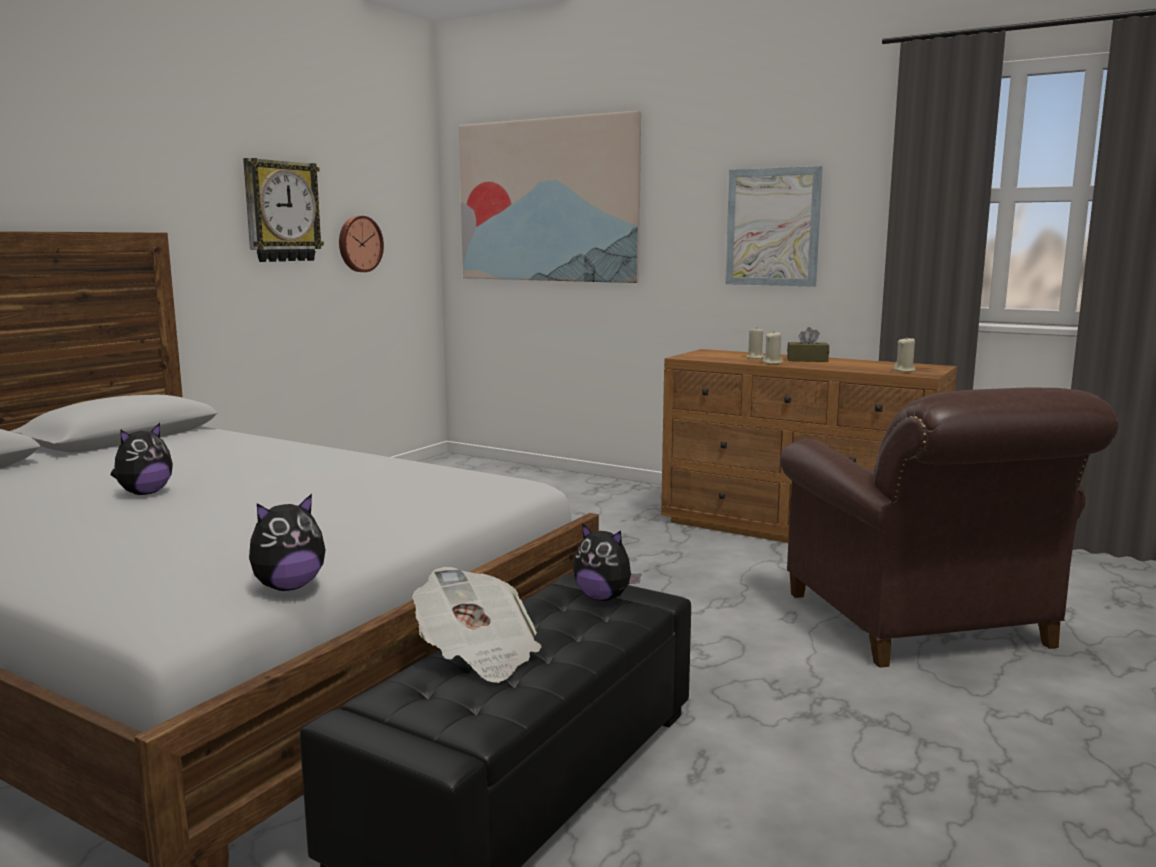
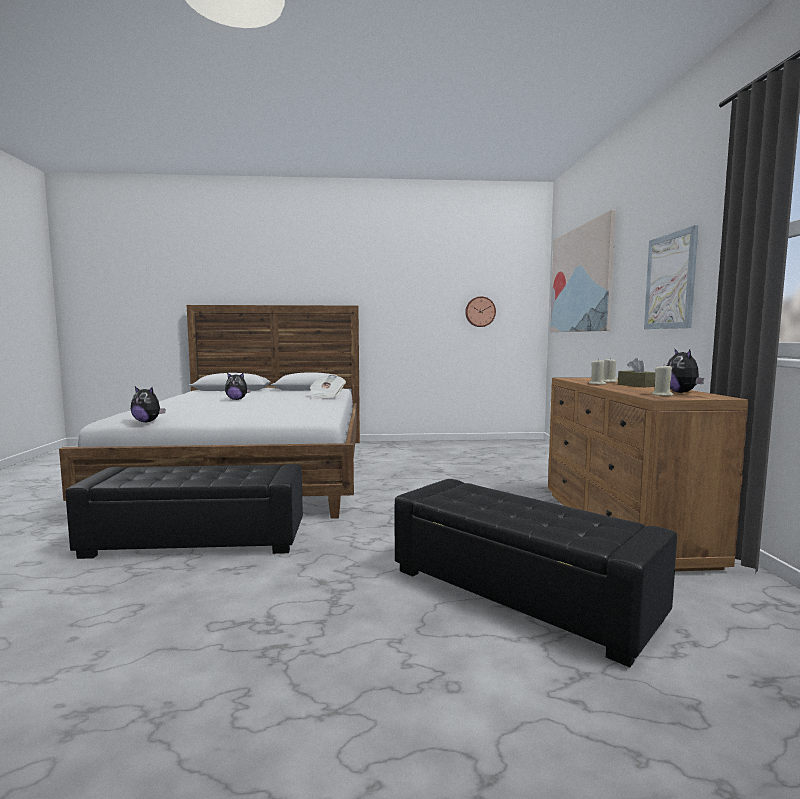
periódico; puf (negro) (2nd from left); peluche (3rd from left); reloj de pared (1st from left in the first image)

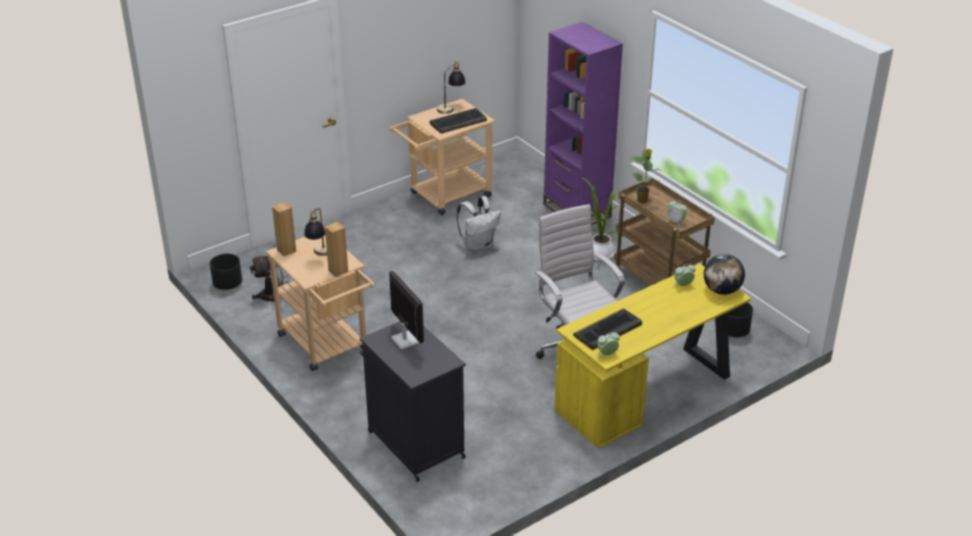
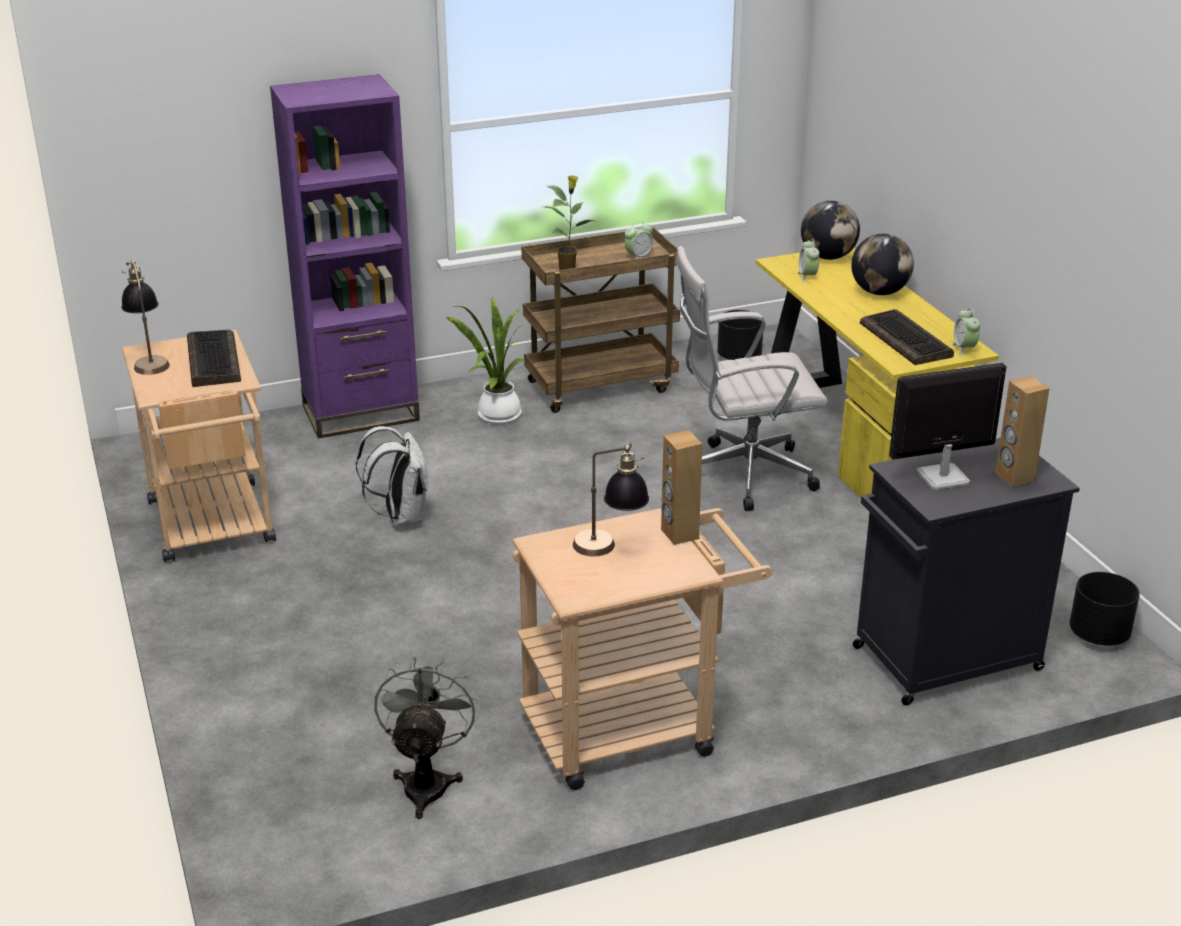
globo terráqueo (2nd from left); altavoz (marrón) (2nd from left); maceta (negro) (2nd from left)

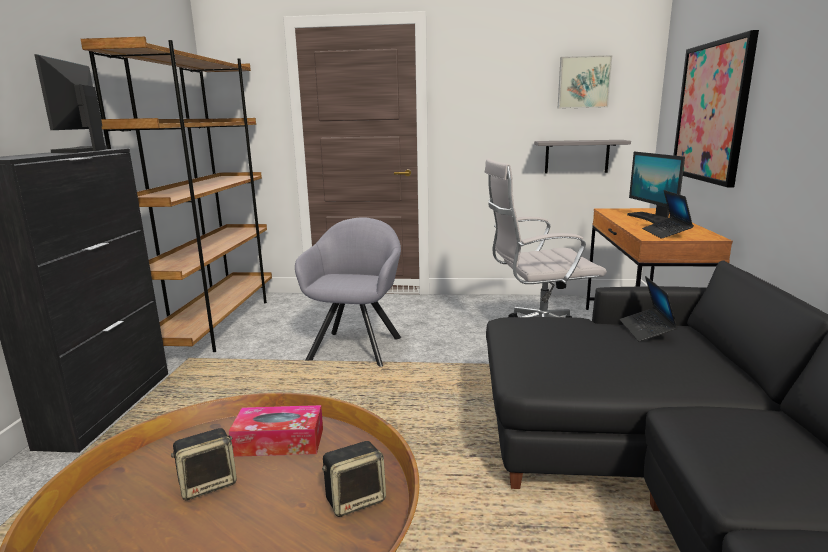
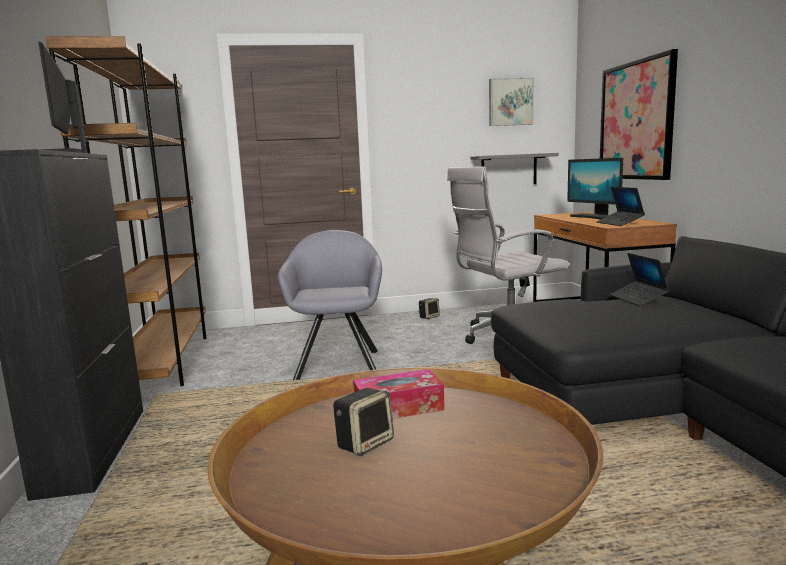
altavoz (2nd from left)

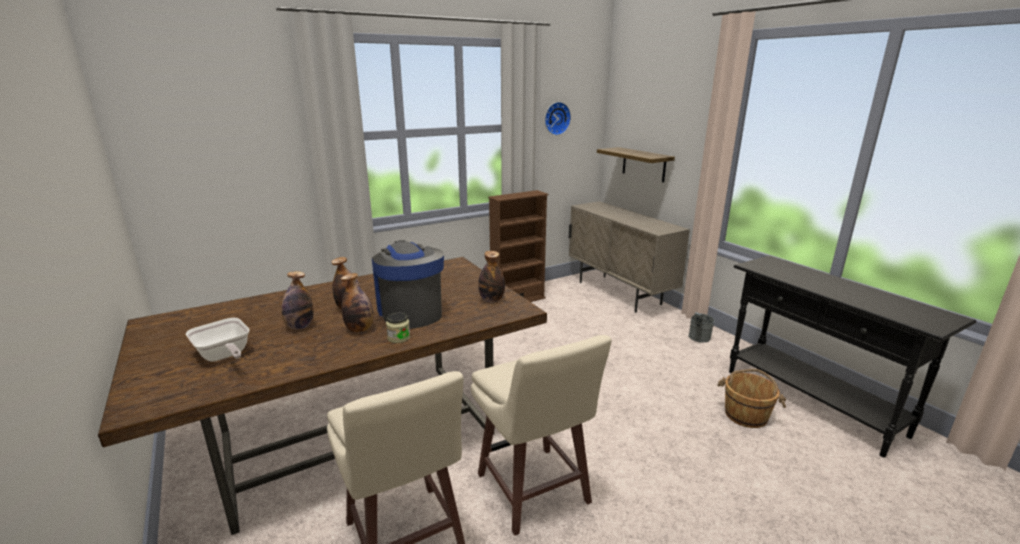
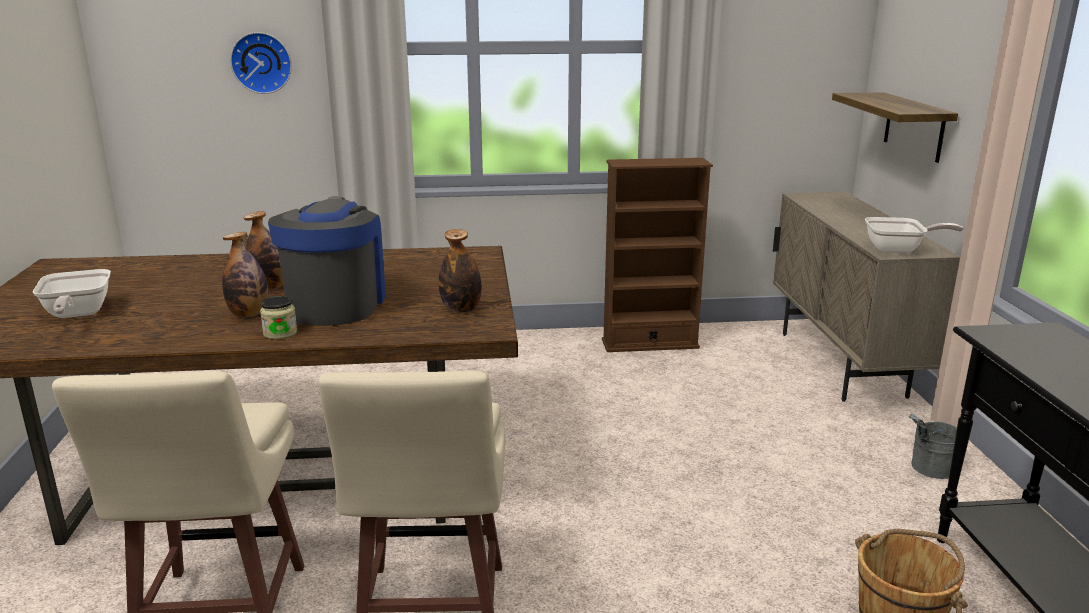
reloj de pared; sartén (2nd from left); botella (1st from left in the first image)

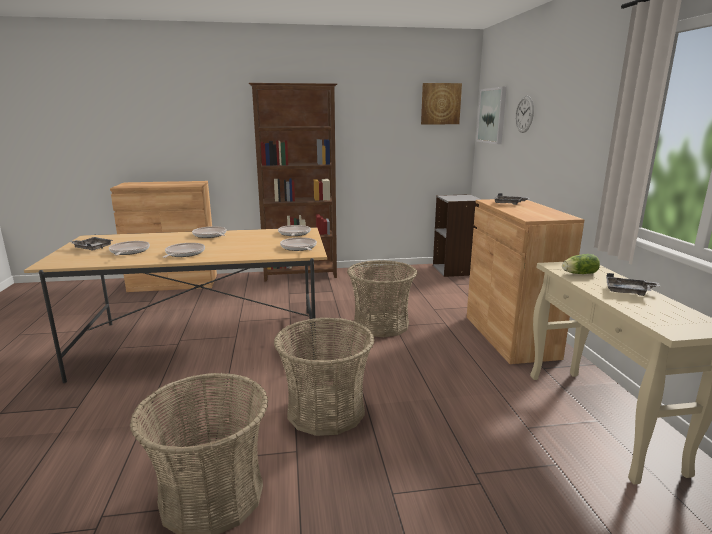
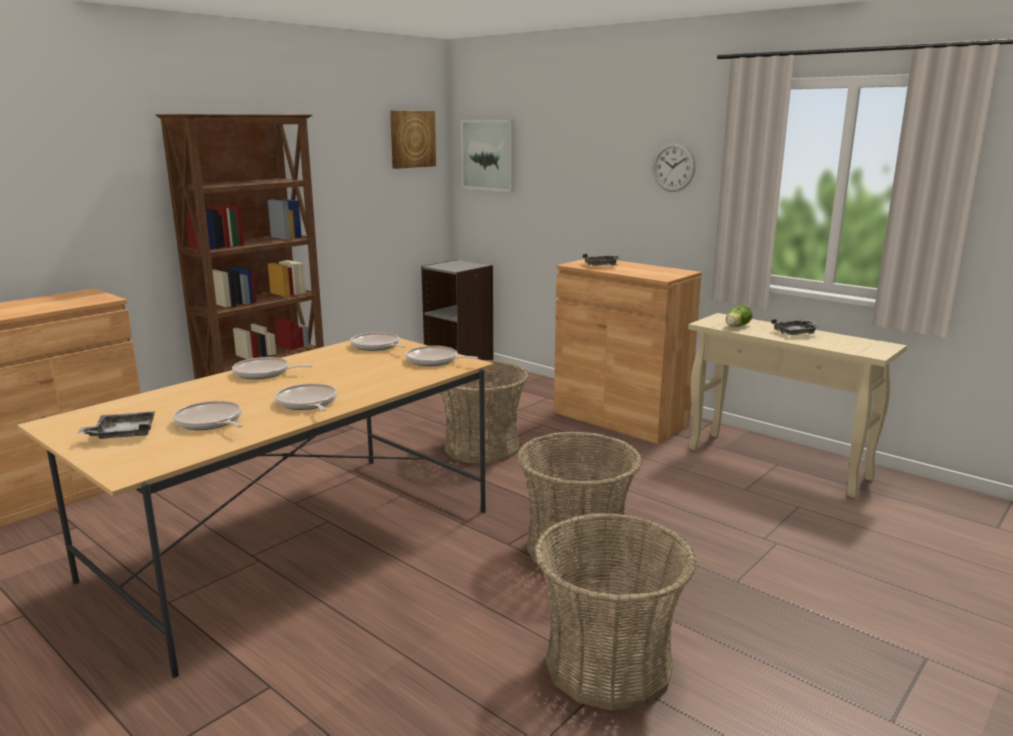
reloj de pared

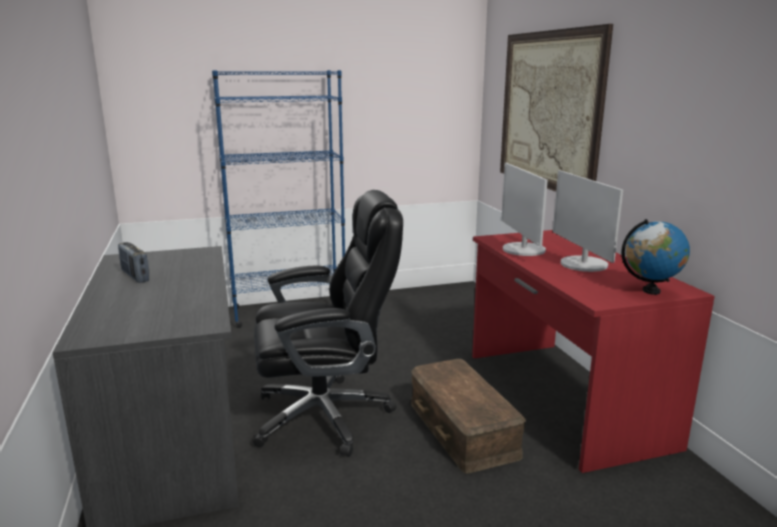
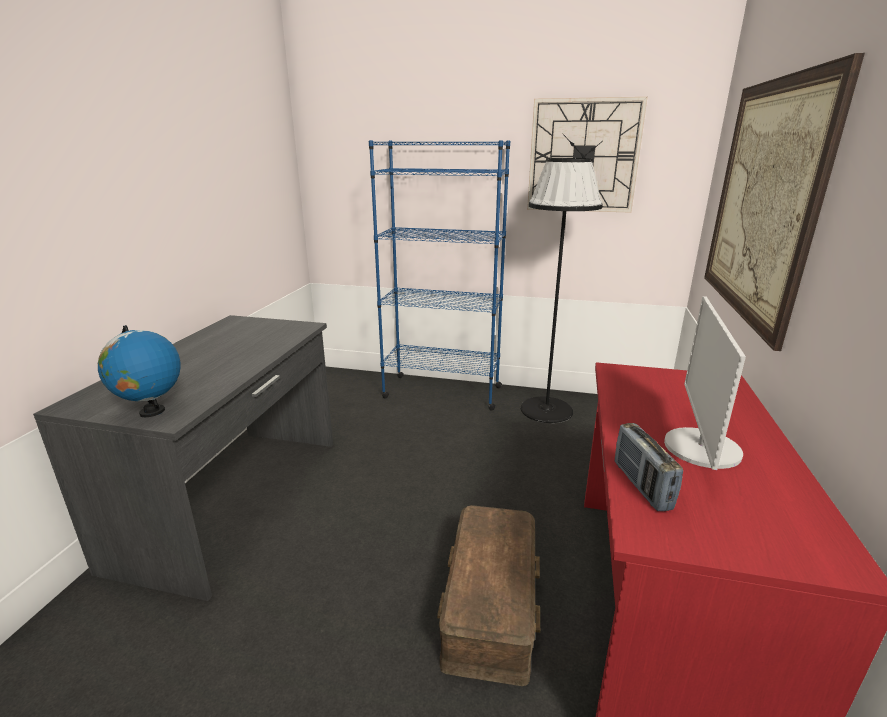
globo terráqueo; lámpara de pie (negro); reloj de pared; radio; silla de oficina (negro); monitor (1st from left in the first image)

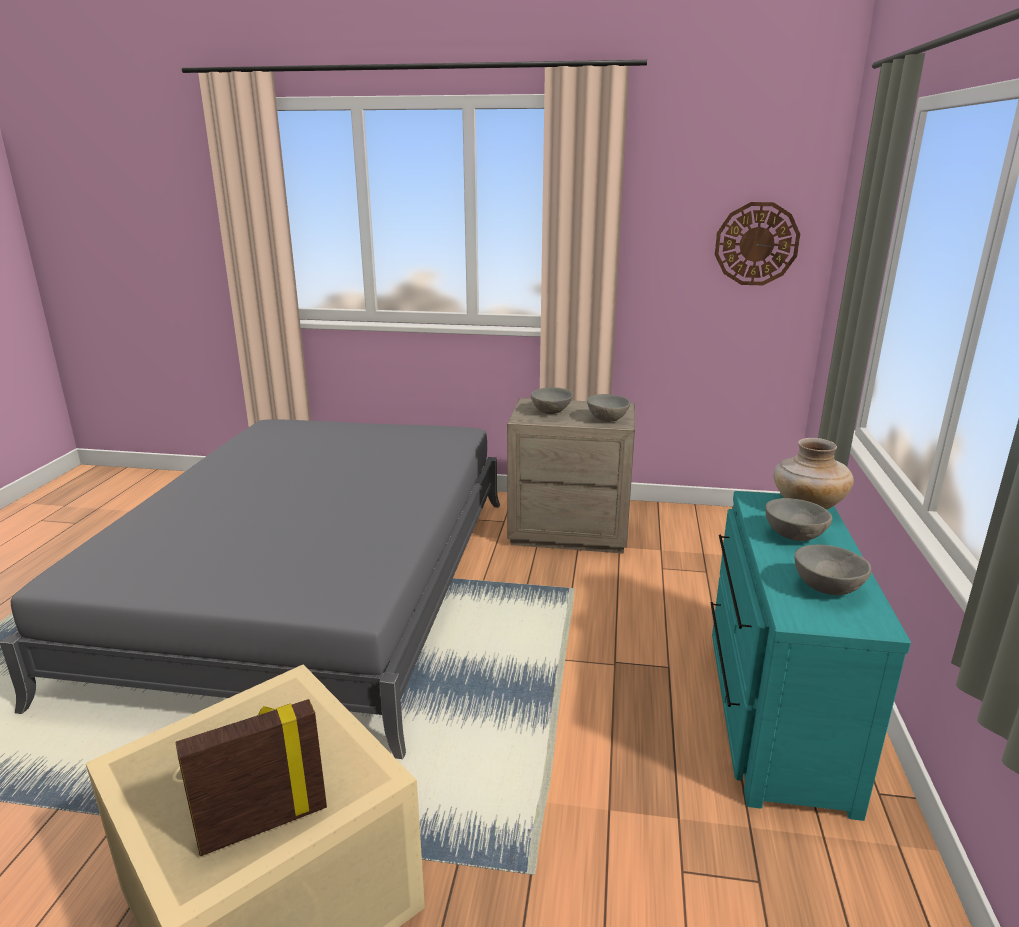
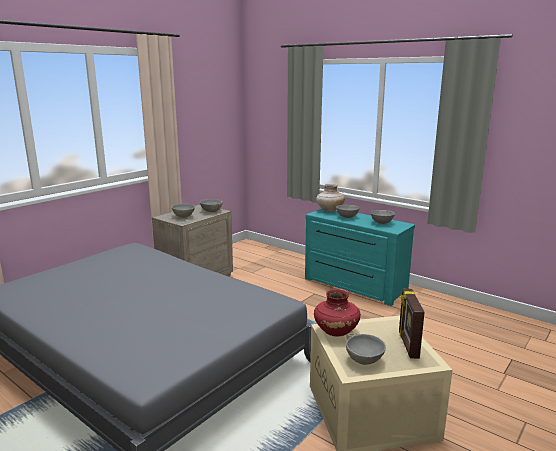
florero (rojo); cuenco (gris) (4th from left); reloj de pared

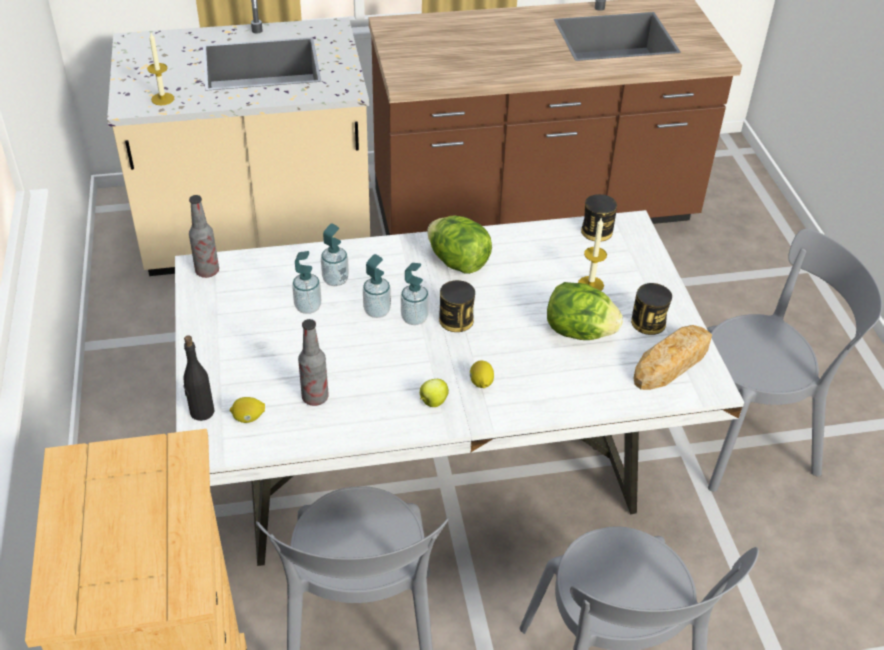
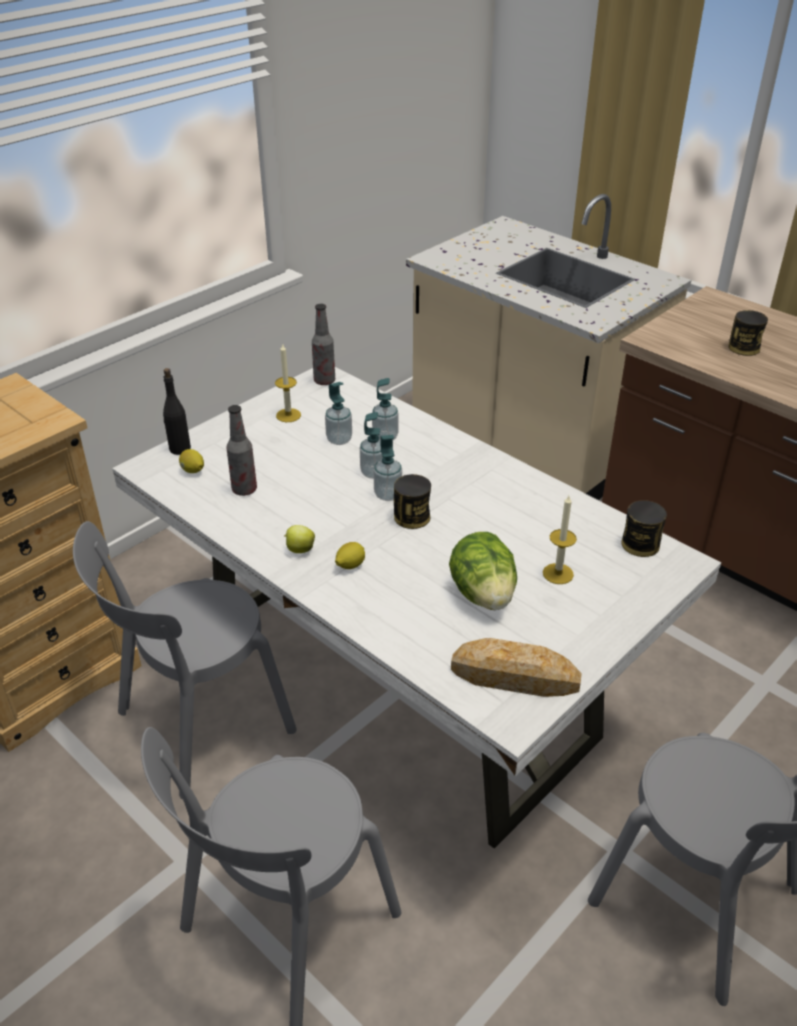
vela (1st from left); lata (3rd from left); lechuga (1st from left in the first image)

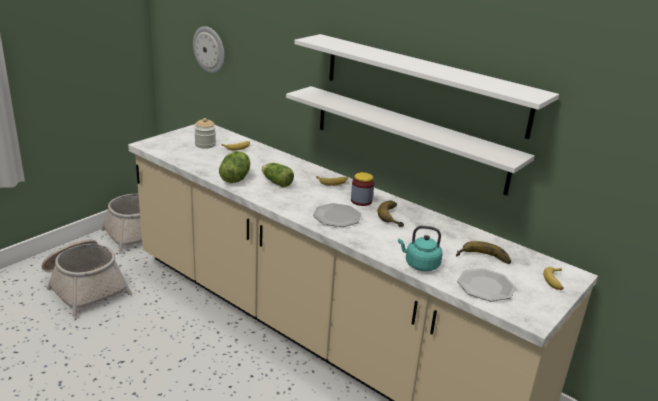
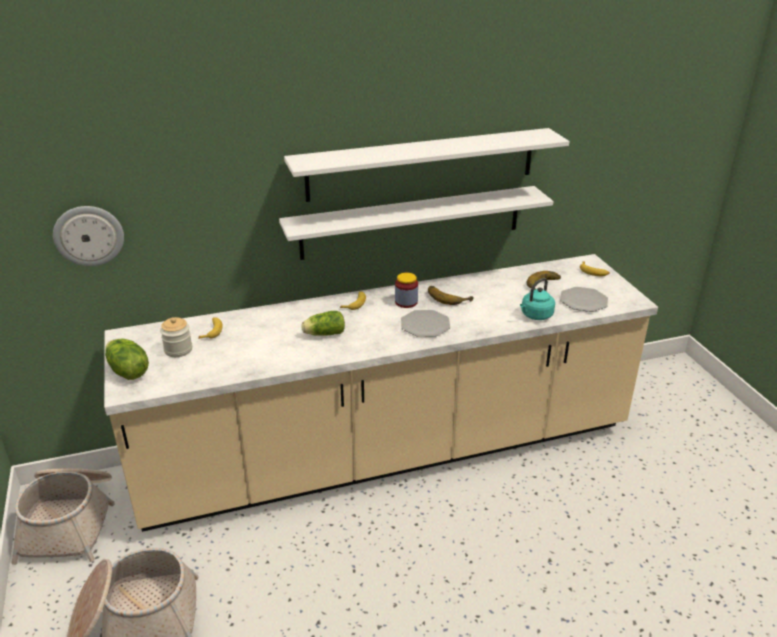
lechuga (1st from left)

